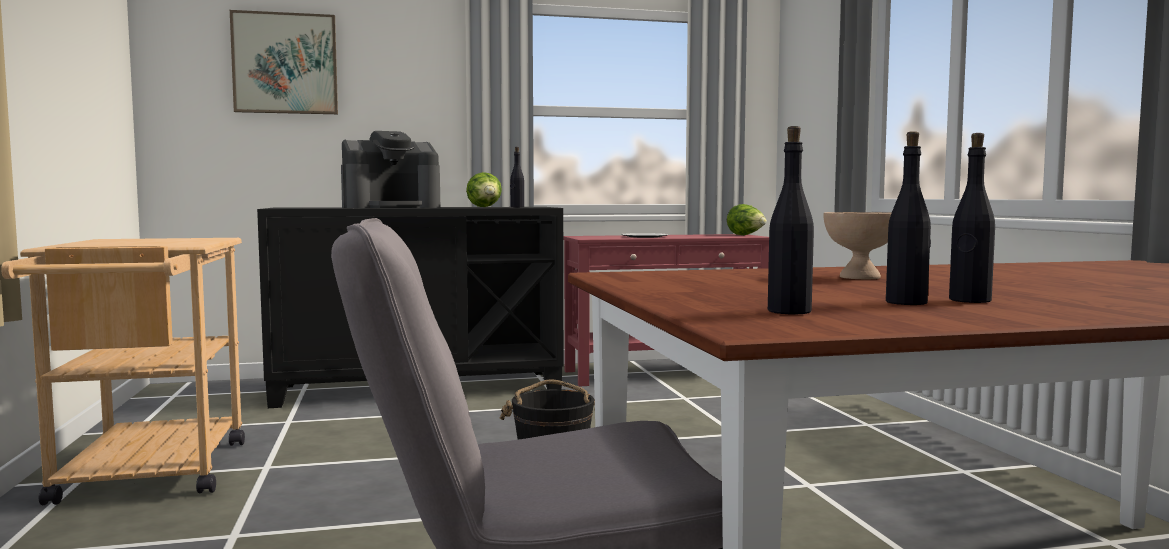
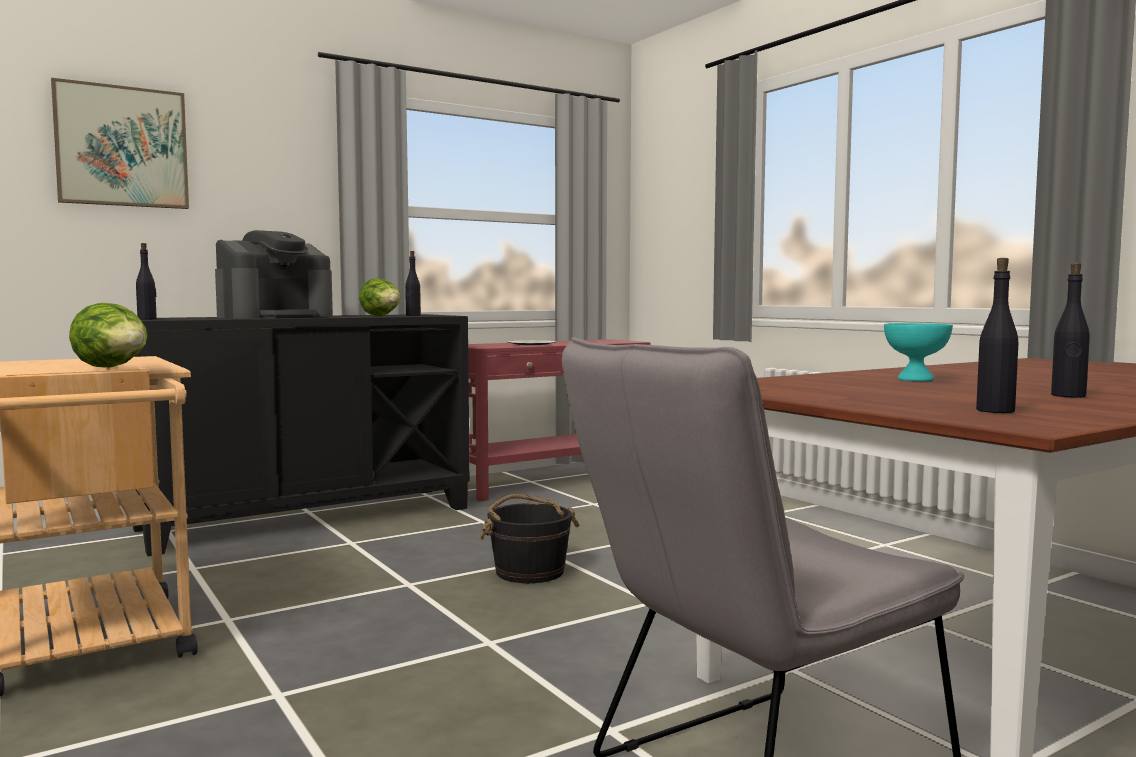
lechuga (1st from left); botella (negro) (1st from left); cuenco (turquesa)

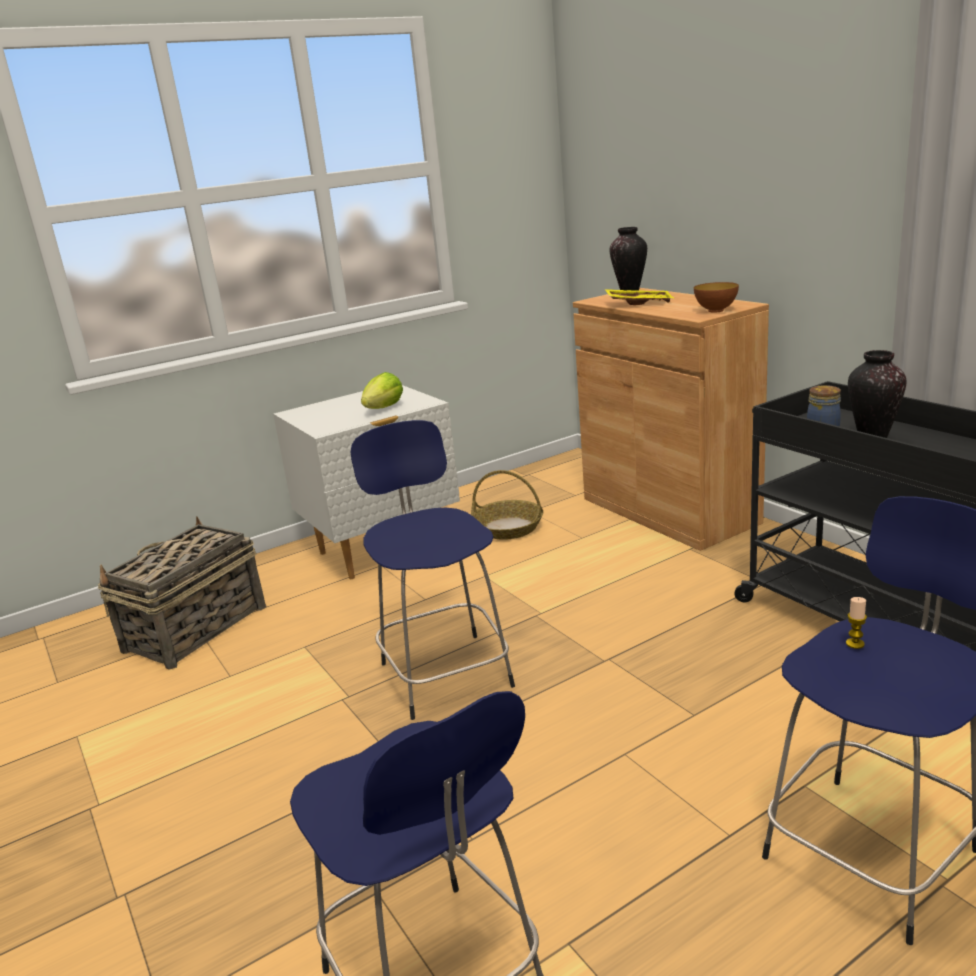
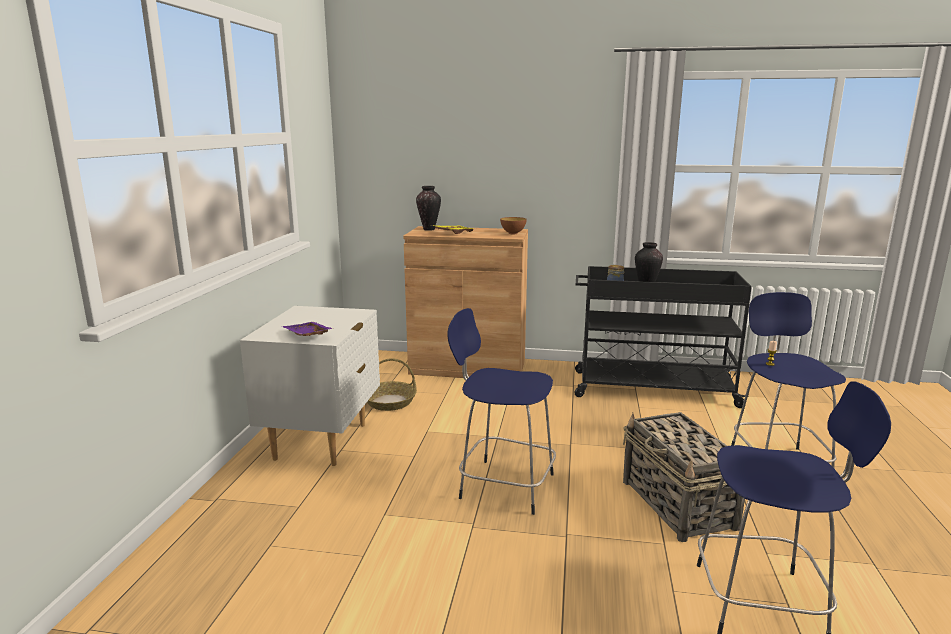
bandeja (morado); cesta (2nd from left); lechuga

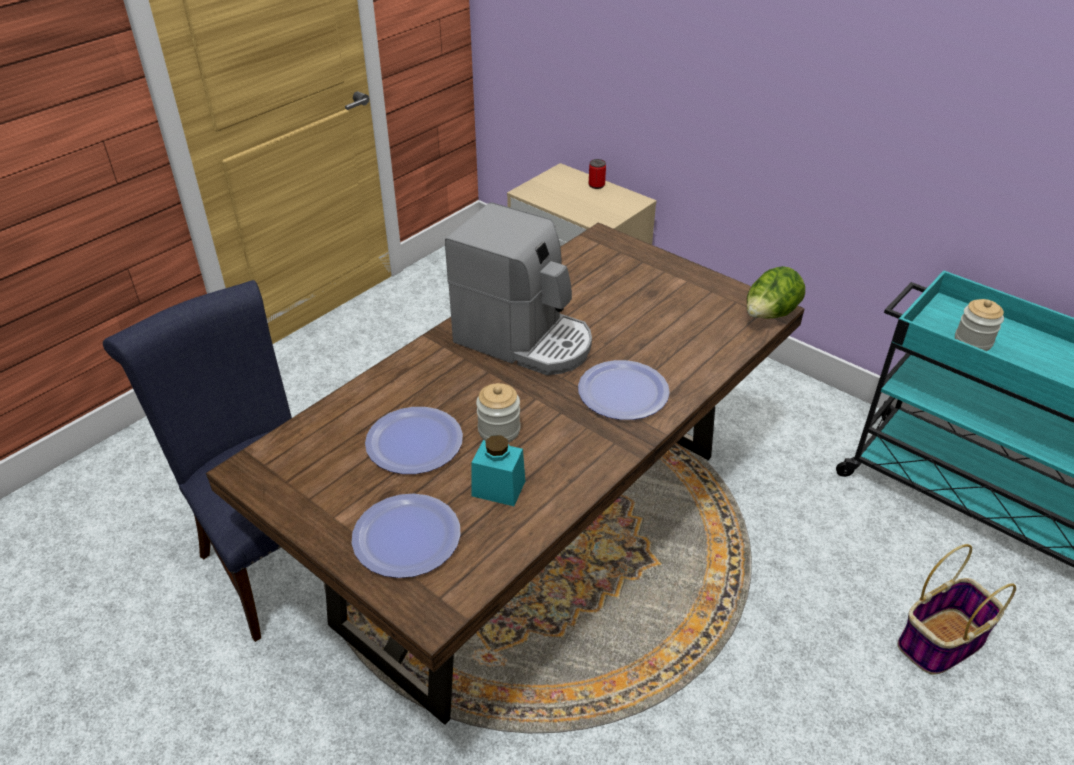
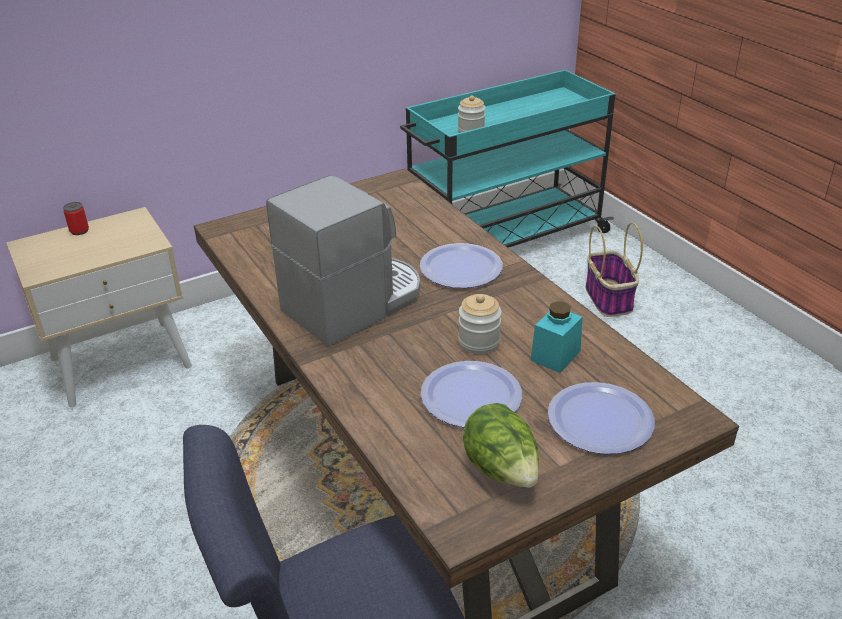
lechuga

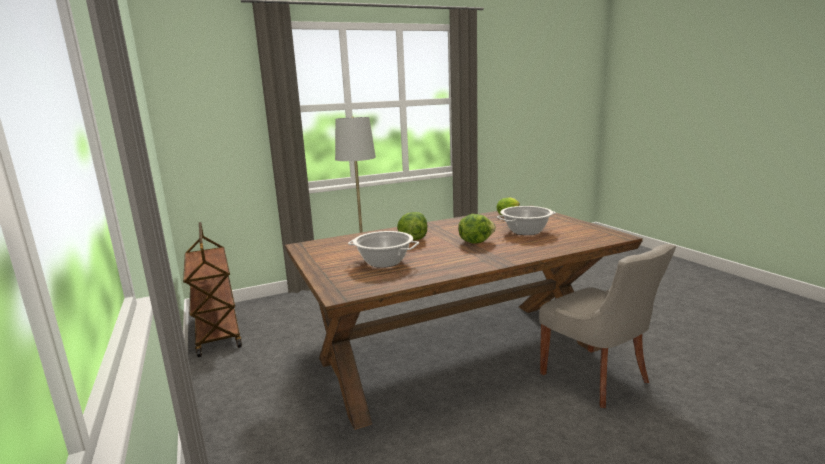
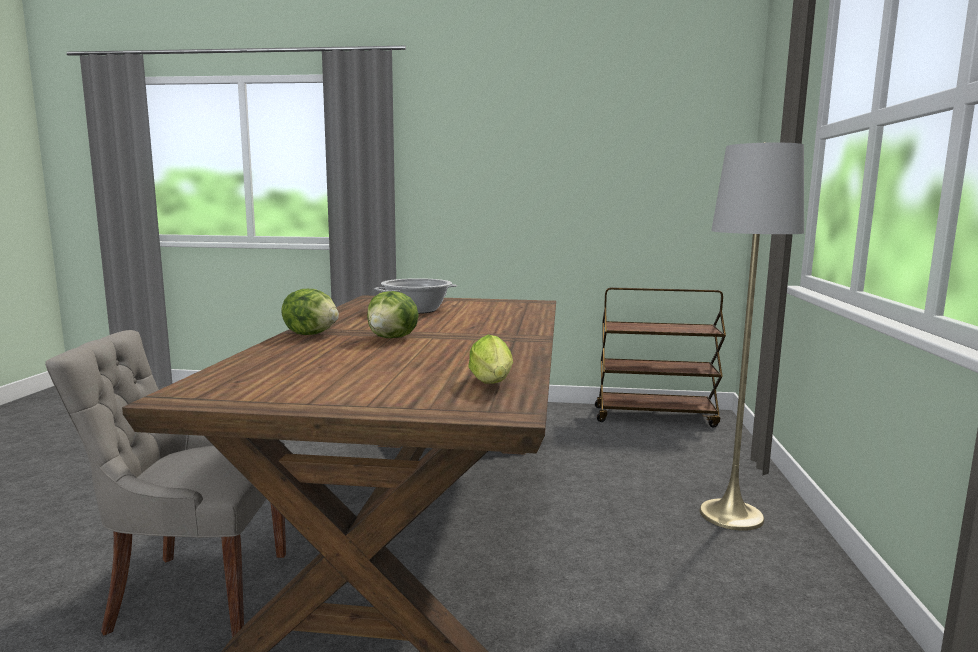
lechuga (1st from left); olla (2nd from left in the first image)

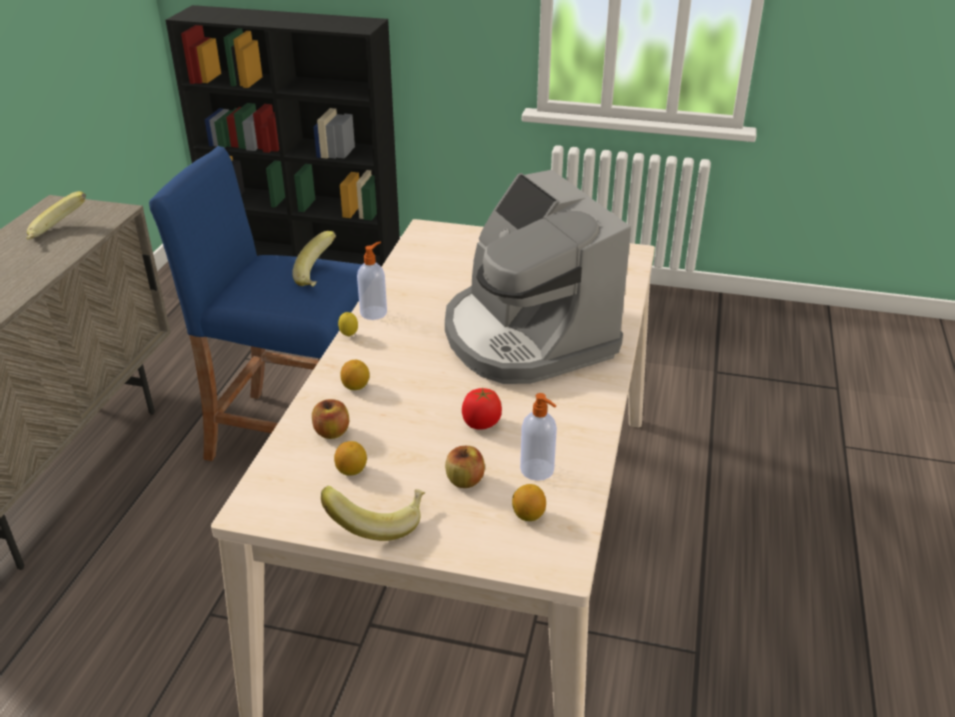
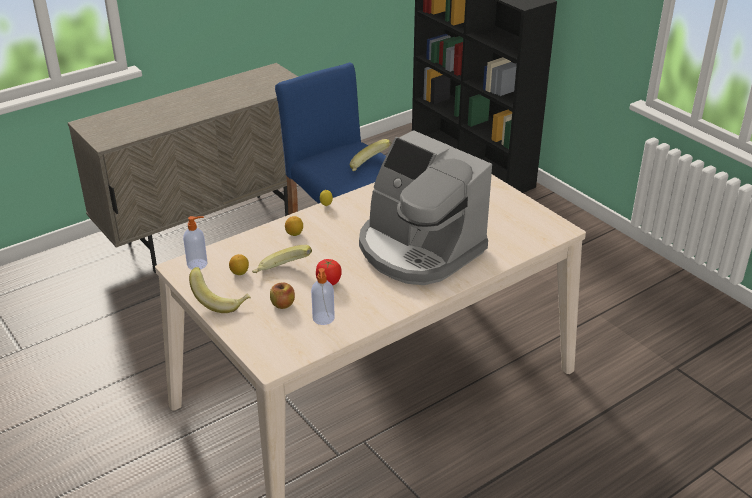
dispensador de jabón (1st from left); plátano (2nd from left); cafetera; manzana (1st from left in the first image); limón (4th from left in the first image)

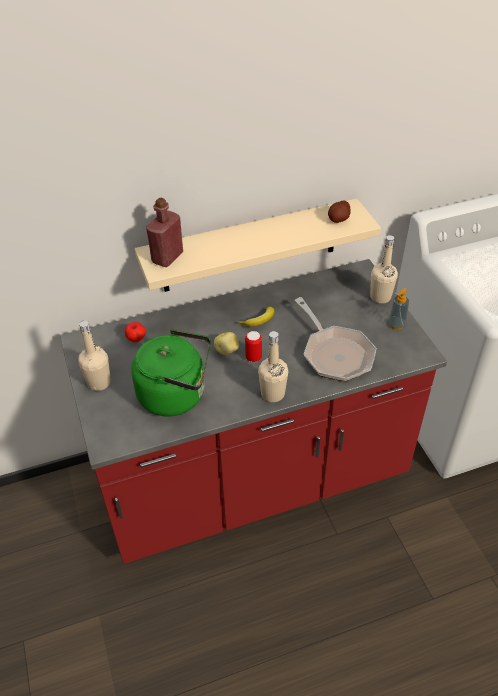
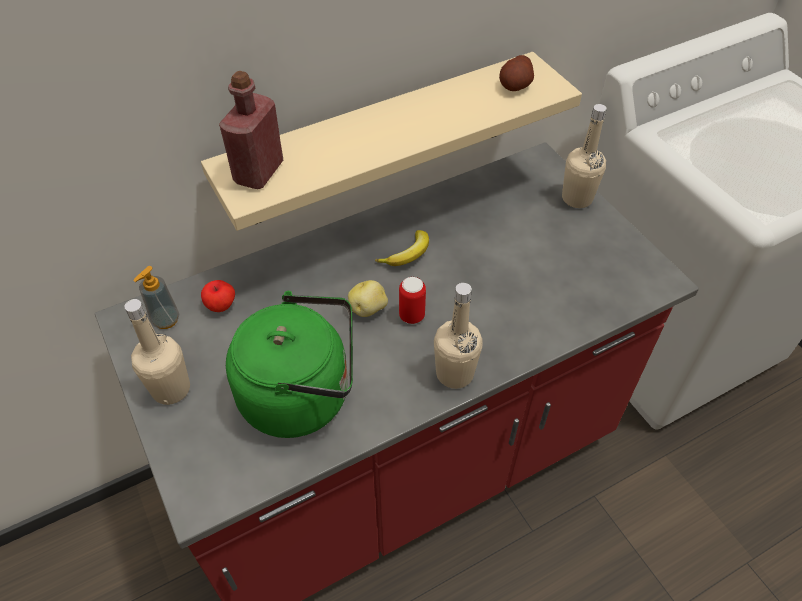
dispensador de jabón; sartén

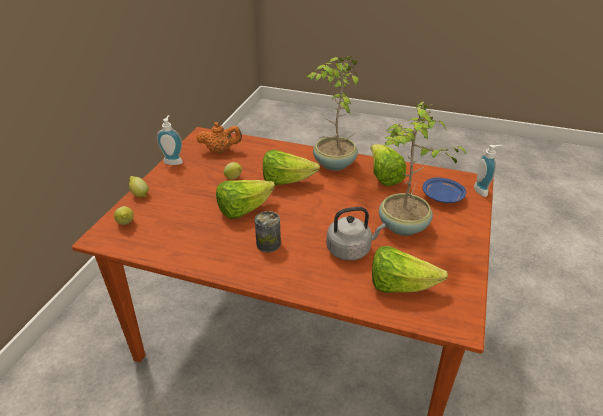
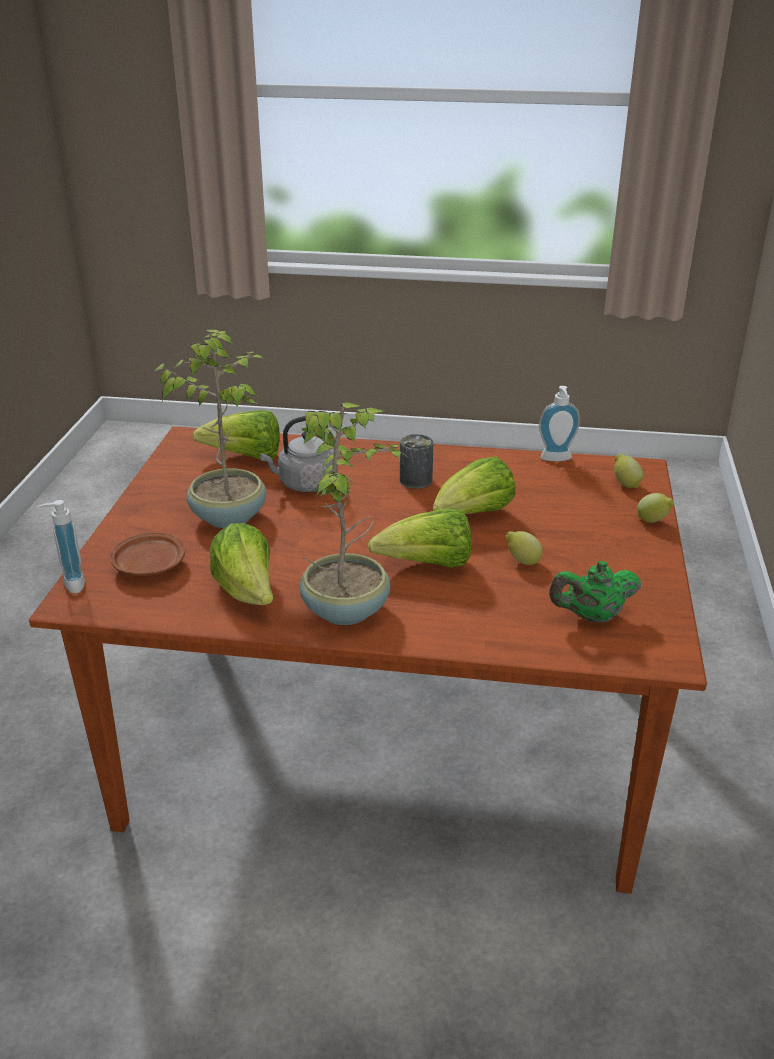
plato (marrón); dispensador de jabón (2nd from left); tetera (verde)

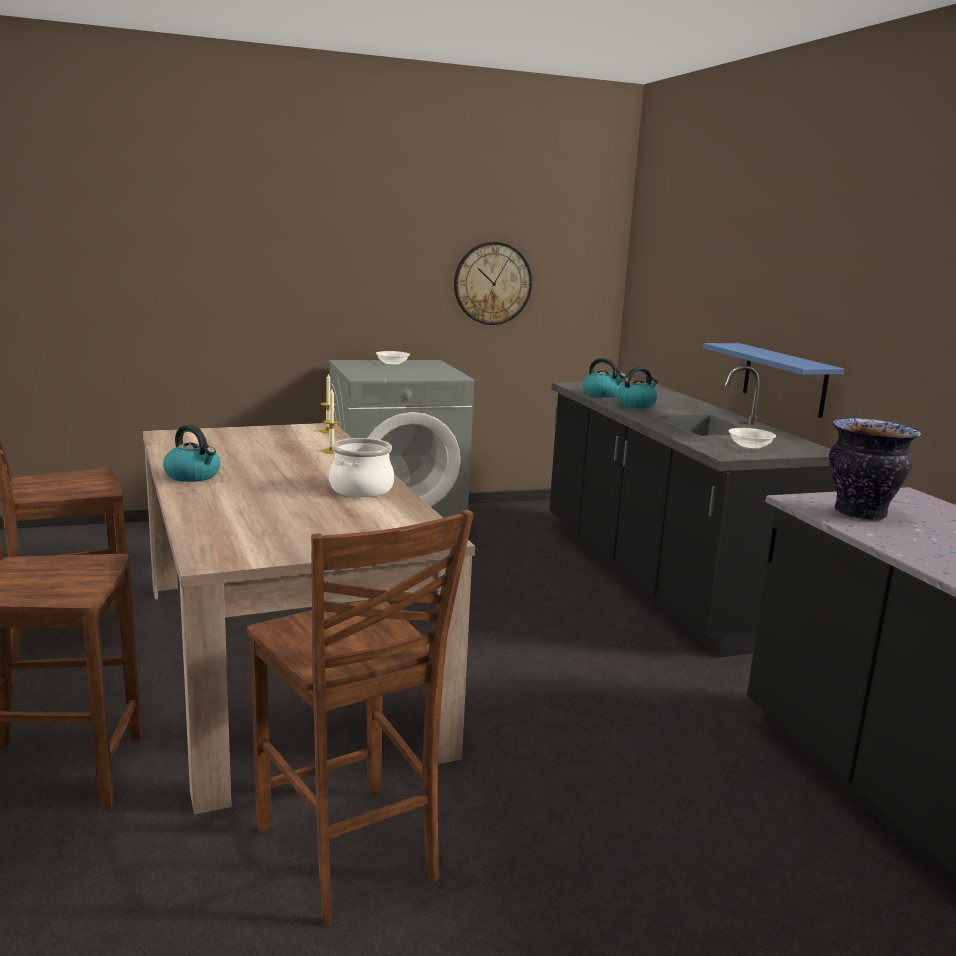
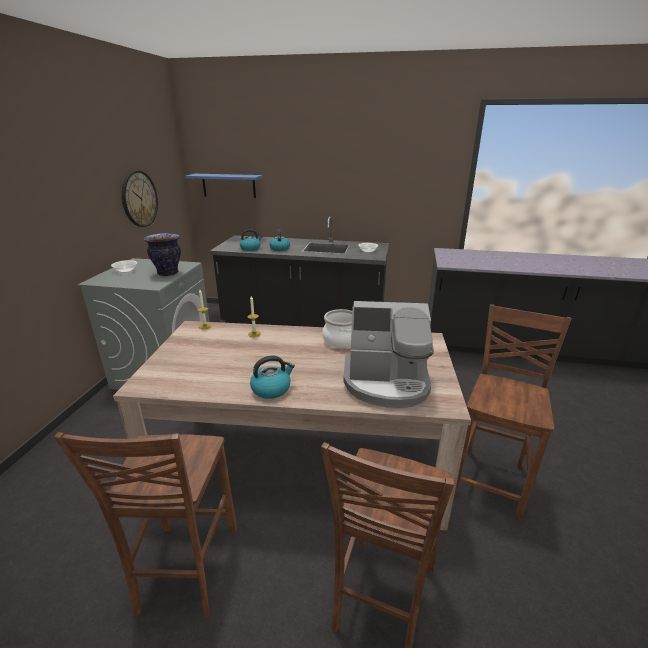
florero; estante (azul); cafetera; silla (marrón) (3rd from left)

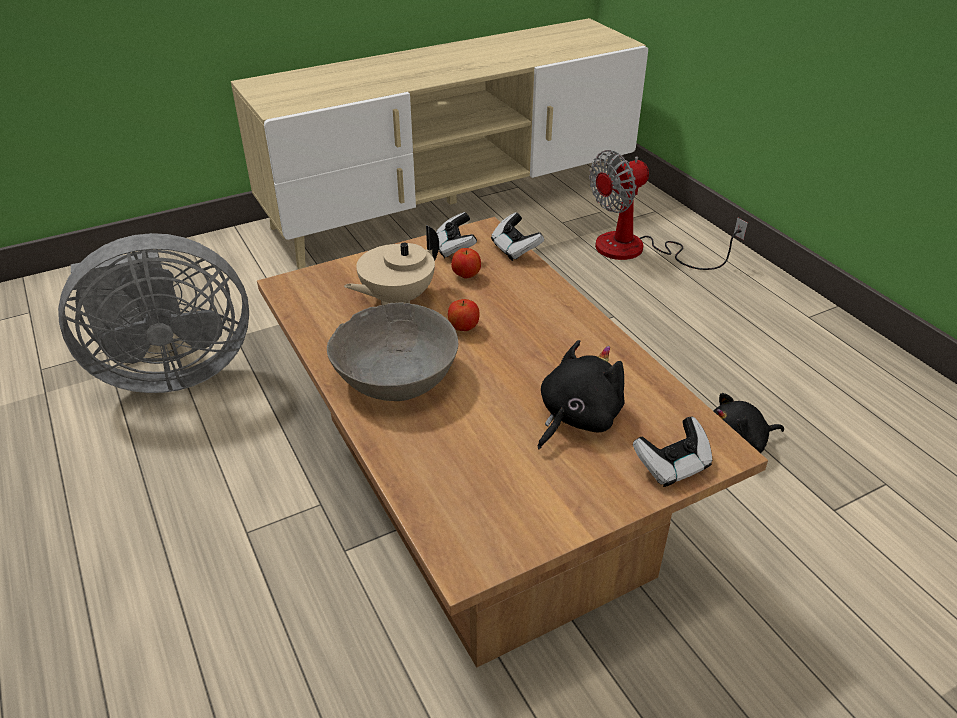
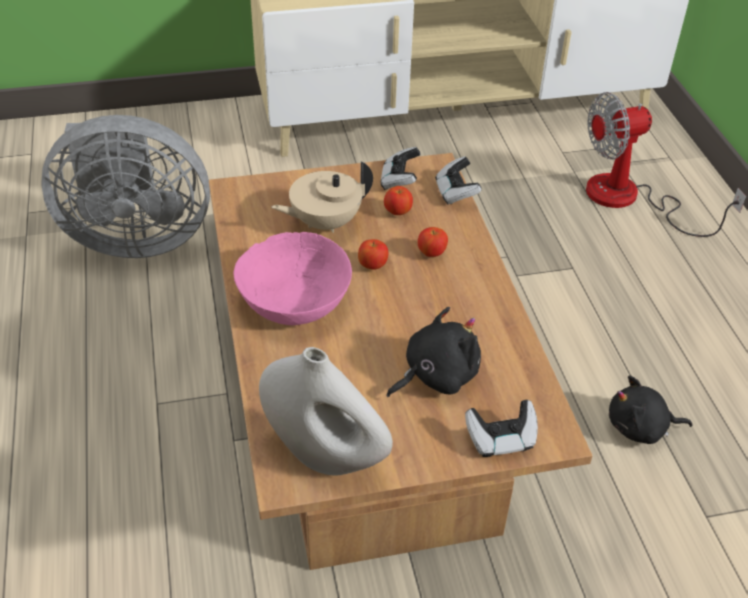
cuenco (rosa); florero (blanco); manzana (3rd from left)

